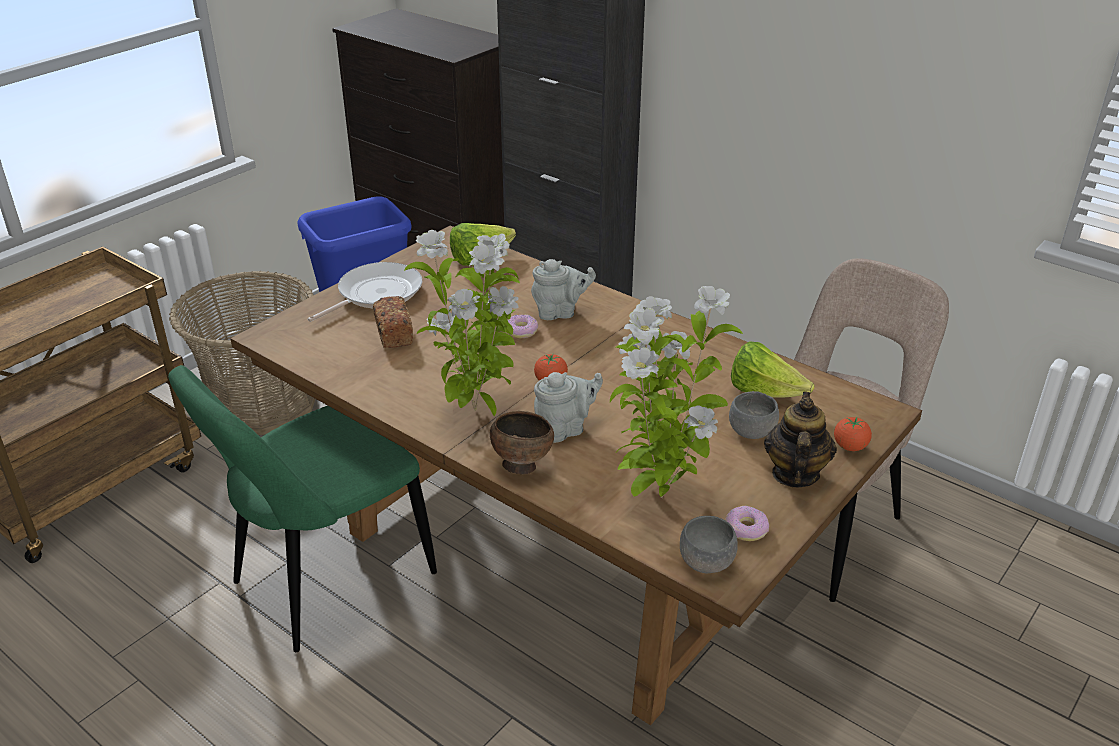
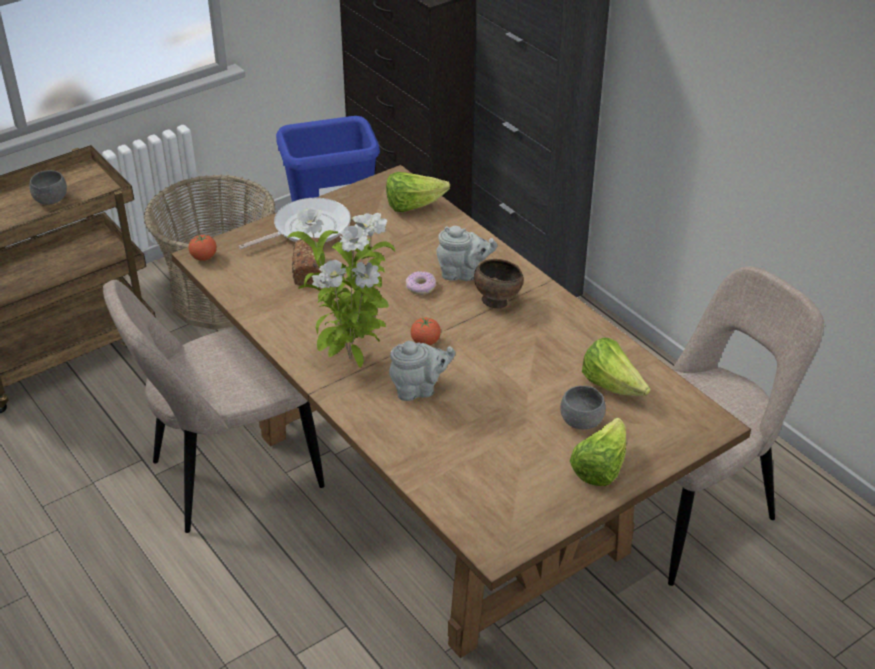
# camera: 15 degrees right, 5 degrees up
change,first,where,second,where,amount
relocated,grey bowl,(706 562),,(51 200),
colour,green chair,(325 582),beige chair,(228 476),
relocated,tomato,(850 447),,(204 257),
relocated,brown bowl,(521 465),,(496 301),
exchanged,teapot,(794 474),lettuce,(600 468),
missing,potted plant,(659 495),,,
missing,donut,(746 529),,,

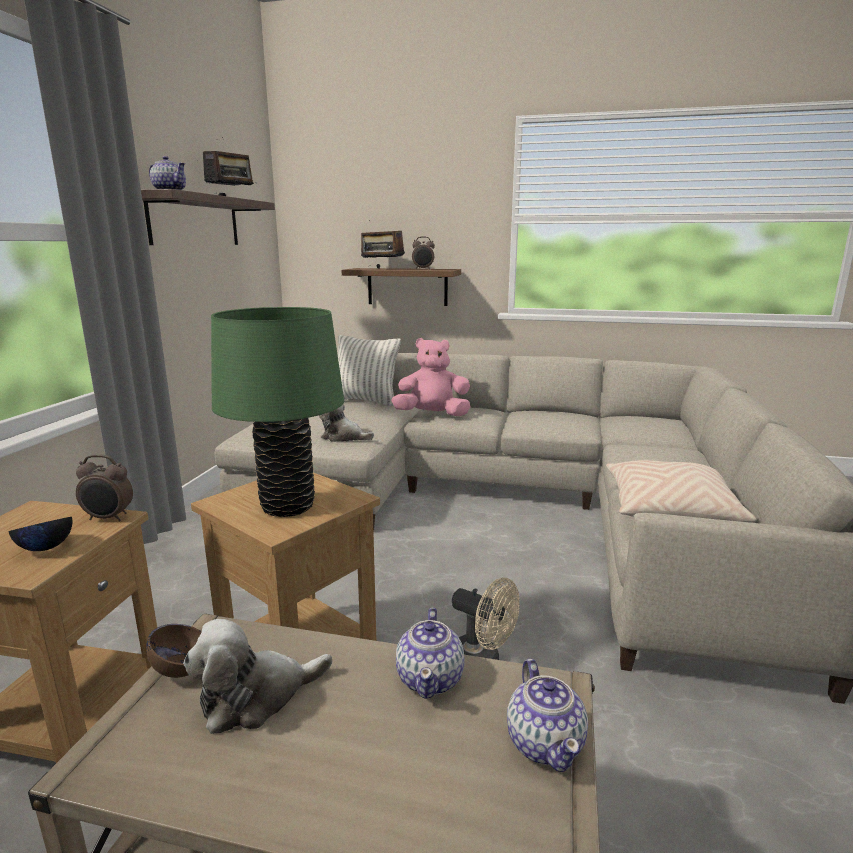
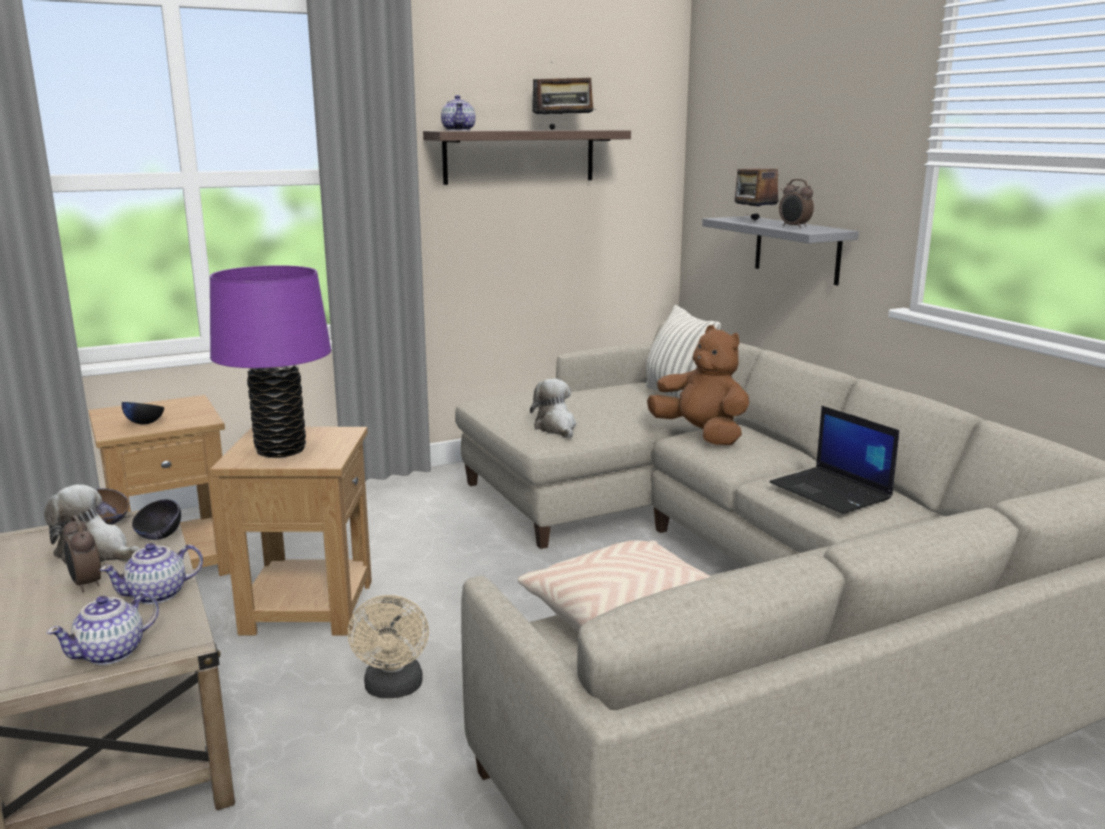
# camera: 50 degrees right, 0 degrees up
change,first,where,second,where,amount
relocated,alarm clock,(108 518),,(85 584),
appeared,,,black bowl,(159 537),
colour,green table lamp,(288 506),purple table lamp,(281 450),
colour,pink plush toy,(432 415),brown plush toy,(701 435),
colour,brown shelf,(407 286),grey shelf,(797 249),
appeared,,,laptop,(832 491),

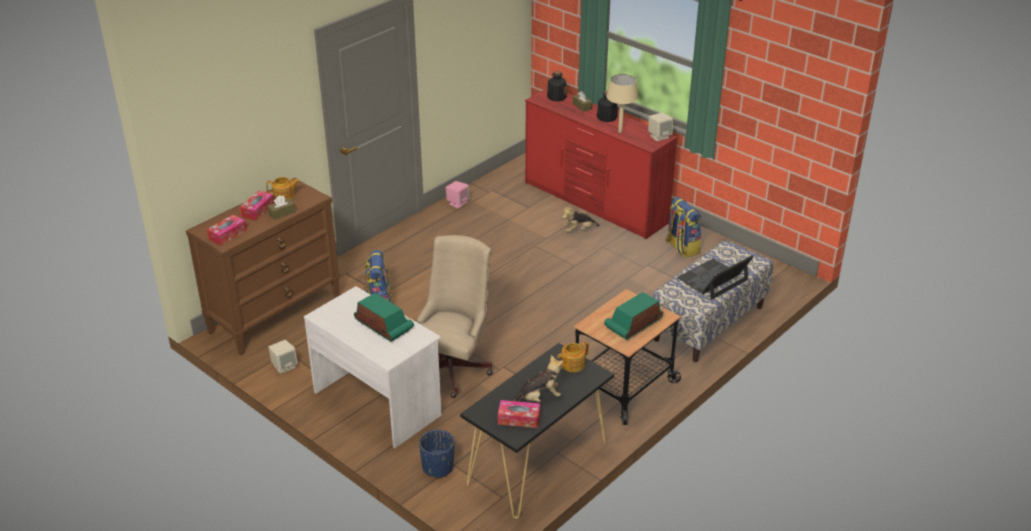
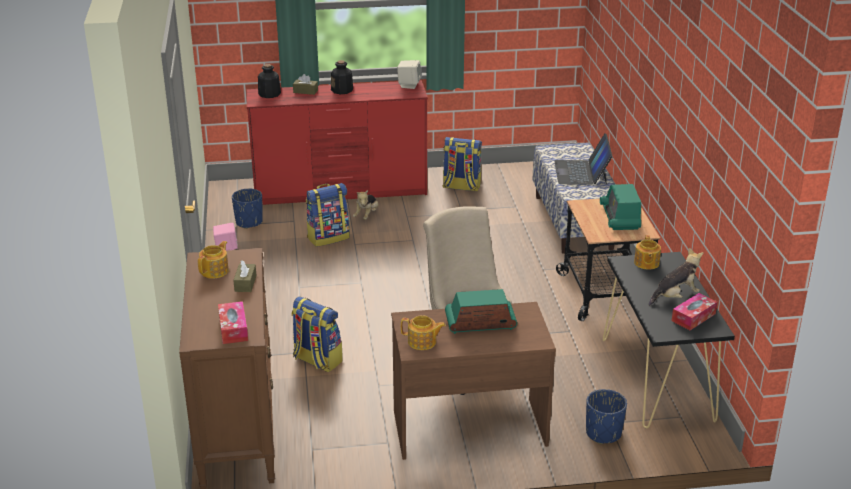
# camera: 50 degrees left, 5 degrees down
change,first,where,second,where,amount
appeared,,,blue planter,(249 222),
appeared,,,backpack,(328 237),
colour,white desk,(377 402),brown desk,(468 427),
appeared,,,teapot,(422 342),
spun,plush toy,(539 398),,(675 297),45 degrees clockwise
missing,tissue box,(257 210),,,
missing,beige speaker,(284 366),,,
missing,beige table lamp,(620 131),,,

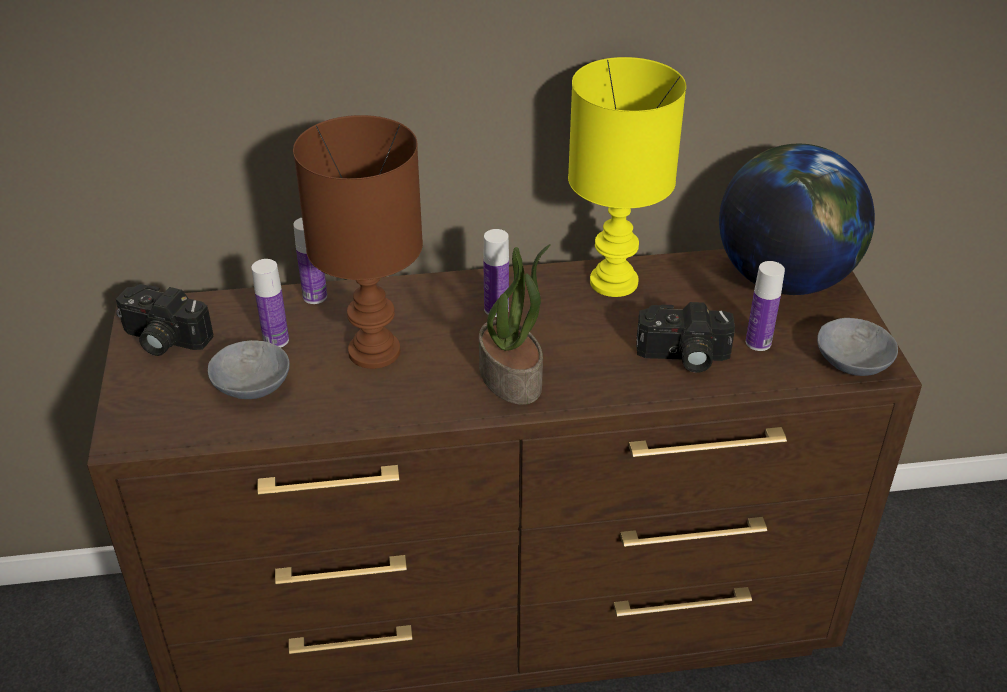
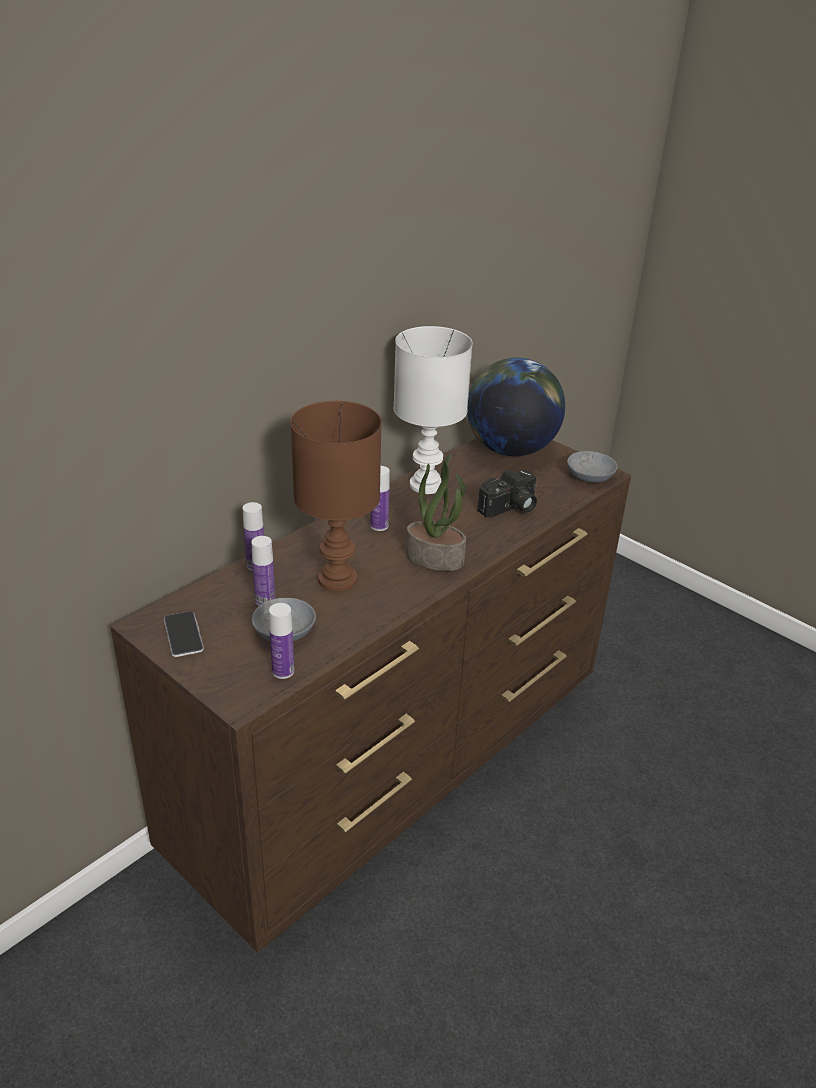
# camera: 40 degrees left, 5 degrees down
change,first,where,second,where,amount
exchanged,photo camera,(162 340),phone,(183 635),
relocated,bottle,(758 342),,(283 671),
colour,yellow table lamp,(616 282),white table lamp,(427 485),

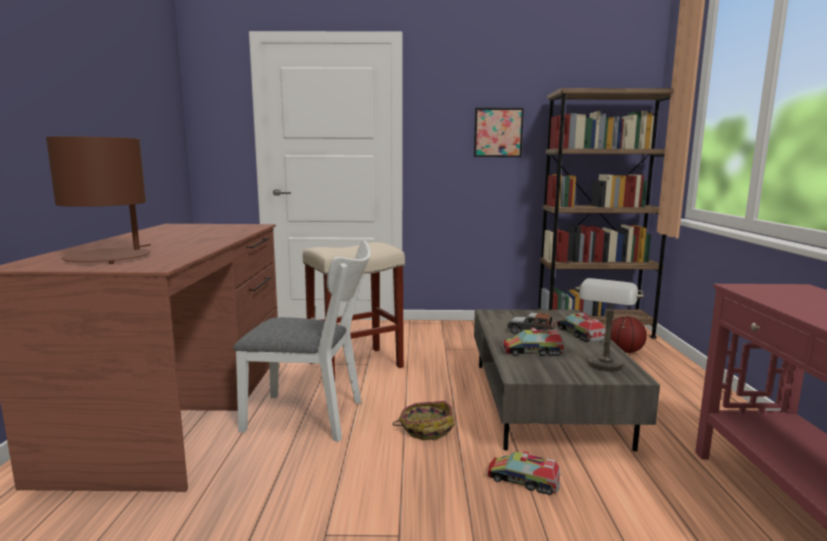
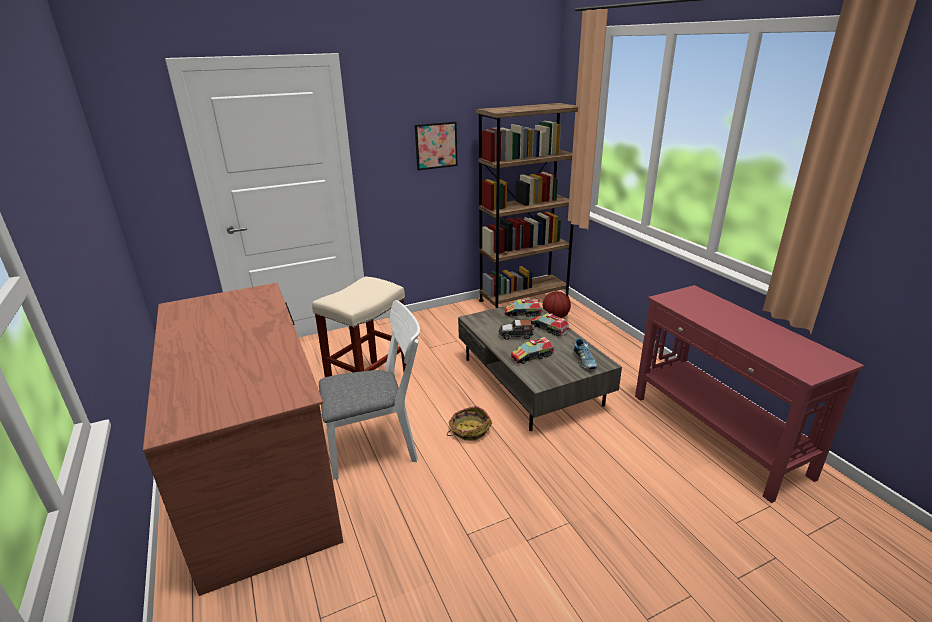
# camera: 25 degrees left, 15 degrees up
change,first,where,second,where,amount
relocated,toy truck,(523 481),,(522 313),
exchanged,grey table lamp,(604 369),shoe,(584 361),
missing,brown table lamp,(109 257),,,

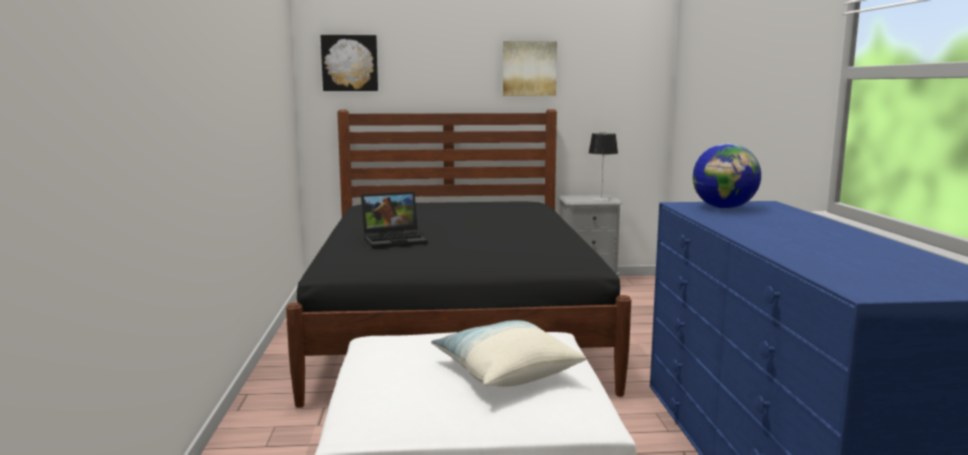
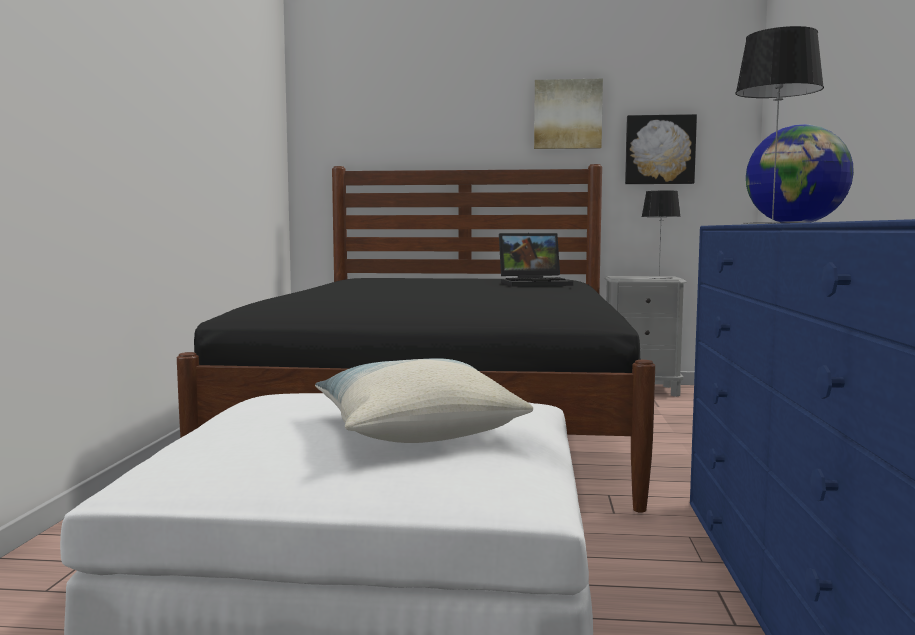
# camera: 10 degrees right, 5 degrees down
change,first,where,second,where,amount
relocated,laptop,(395 240),,(536 283),
relocated,picture,(350 63),,(659 150),
appeared,,,table lamp,(772 223),

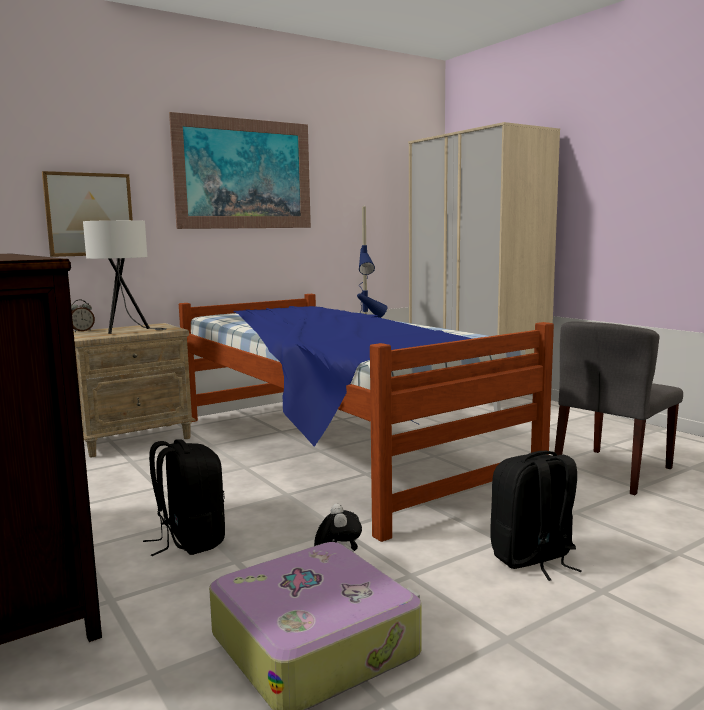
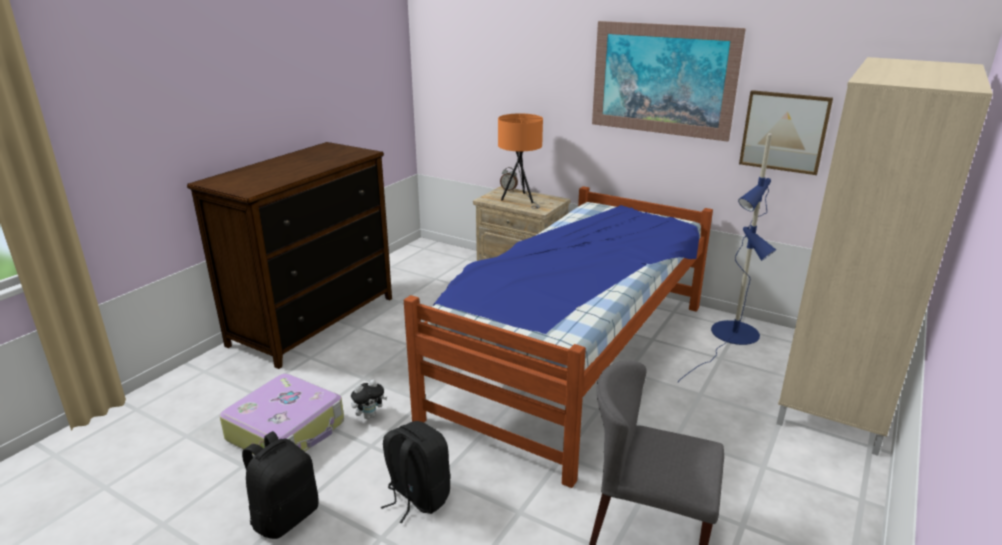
# camera: 65 degrees right, 15 degrees up
change,first,where,second,where,amount
relocated,black backpack,(190 541),,(285 516),
colour,white table lamp,(126 331),orange table lamp,(520 200),
relocated,picture,(89 214),,(784 131),

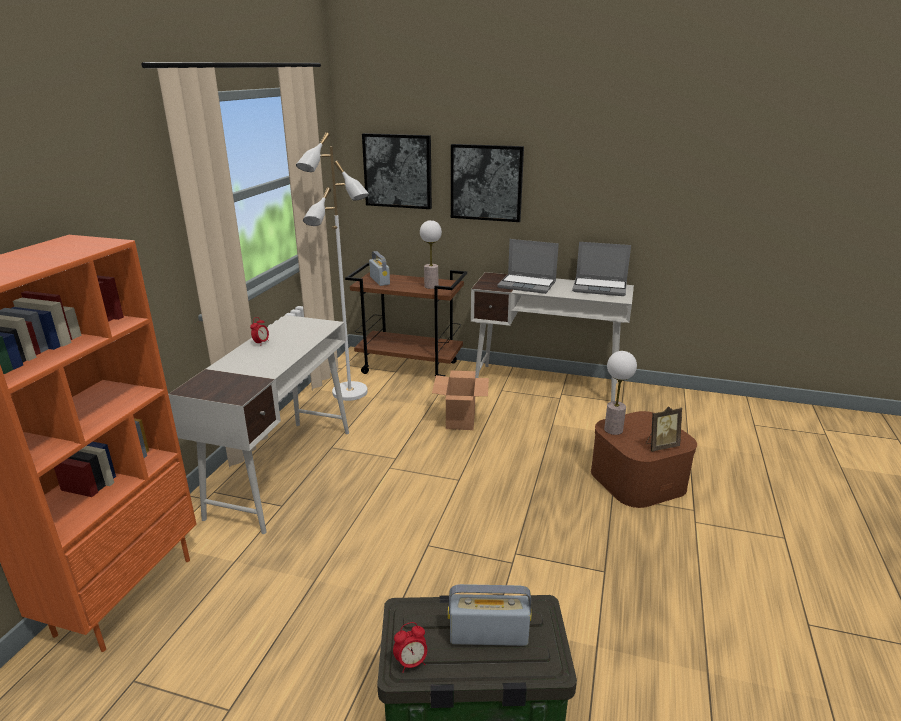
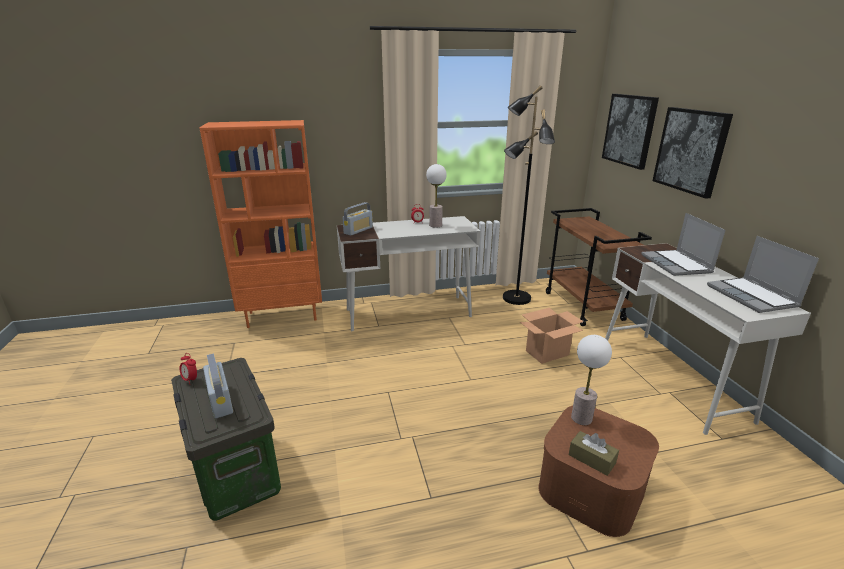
# camera: 60 degrees right, 0 degrees up
change,first,where,second,where,amount
relocated,radio,(379 280),,(358 230),
relocated,table lamp,(431 286),,(435 225),
colour,white floor lamp,(350 393),black floor lamp,(515 298),
exchanged,picture frame,(660 446),brown tissue box,(591 459),

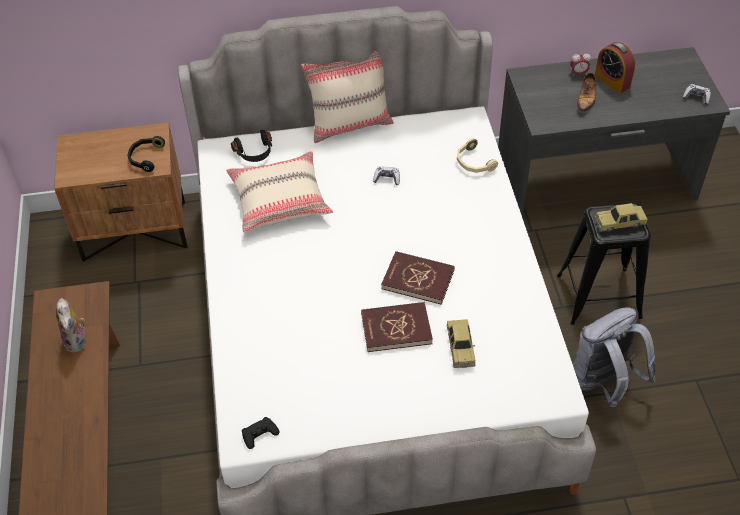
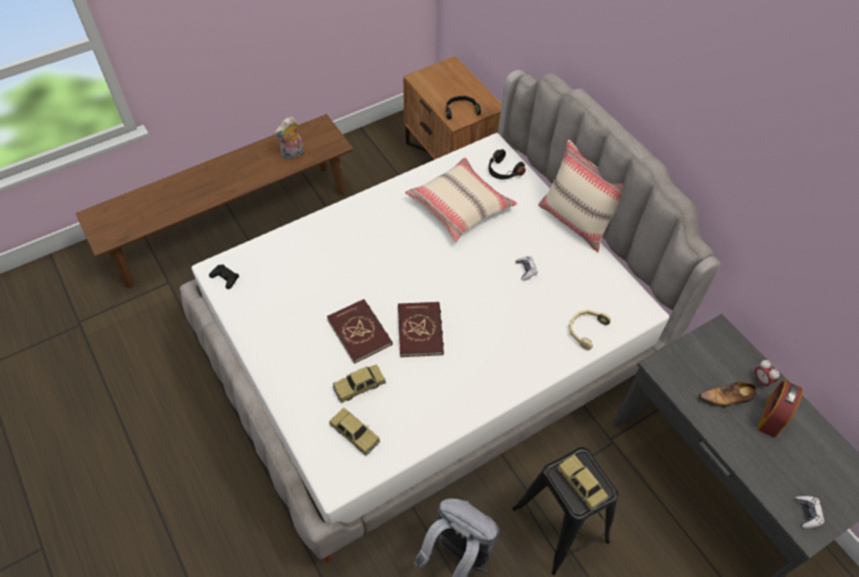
# camera: 65 degrees right, 5 degrees up
change,first,where,second,where,amount
appeared,,,toy car,(354 433),

